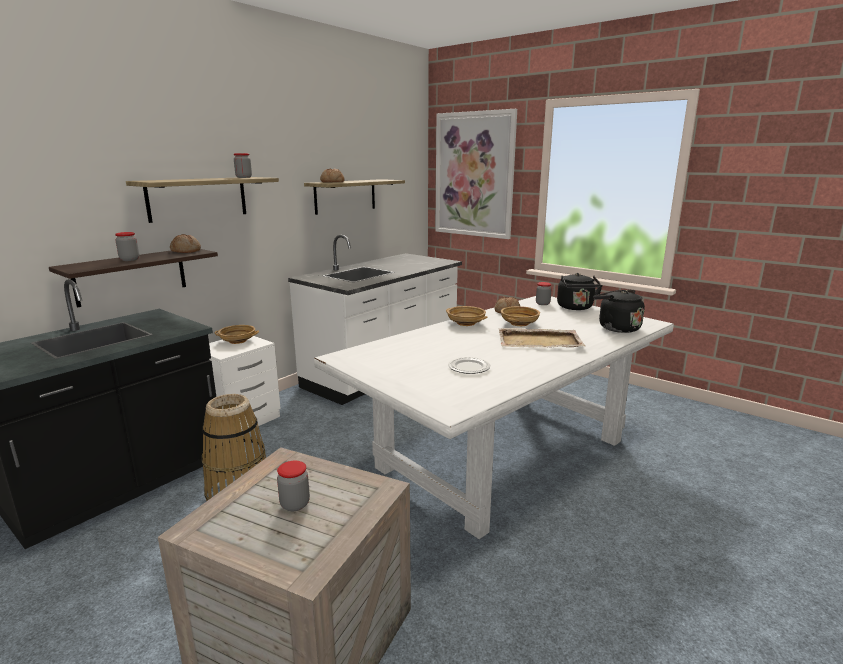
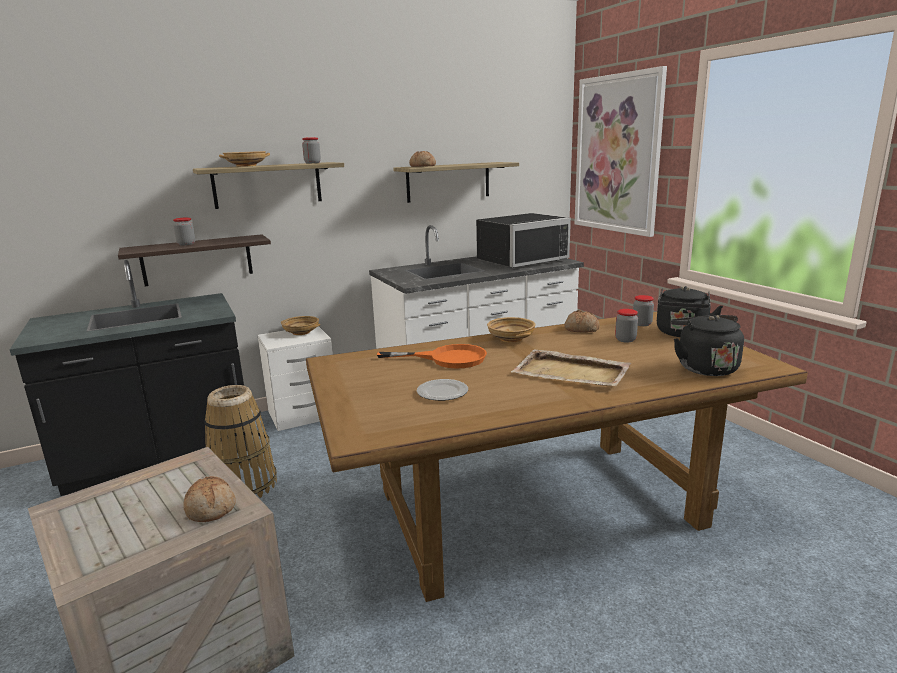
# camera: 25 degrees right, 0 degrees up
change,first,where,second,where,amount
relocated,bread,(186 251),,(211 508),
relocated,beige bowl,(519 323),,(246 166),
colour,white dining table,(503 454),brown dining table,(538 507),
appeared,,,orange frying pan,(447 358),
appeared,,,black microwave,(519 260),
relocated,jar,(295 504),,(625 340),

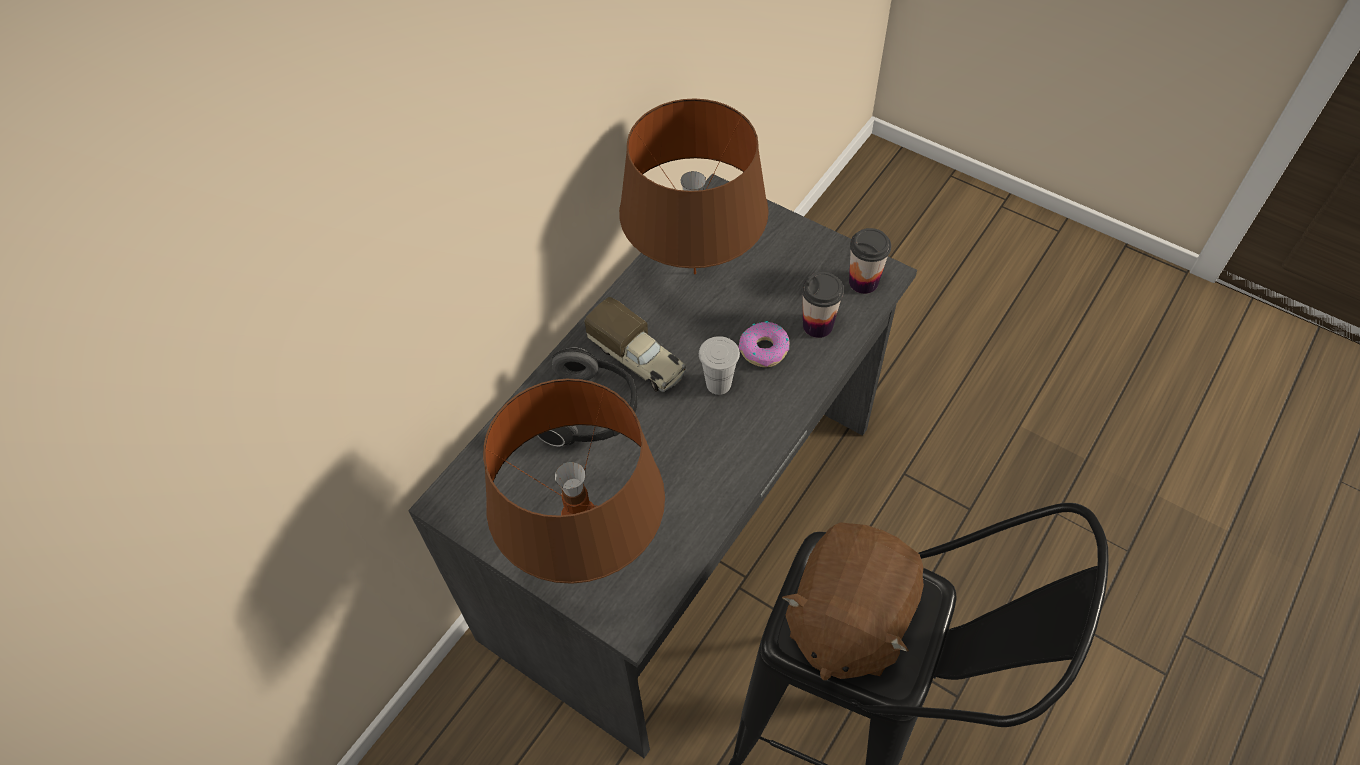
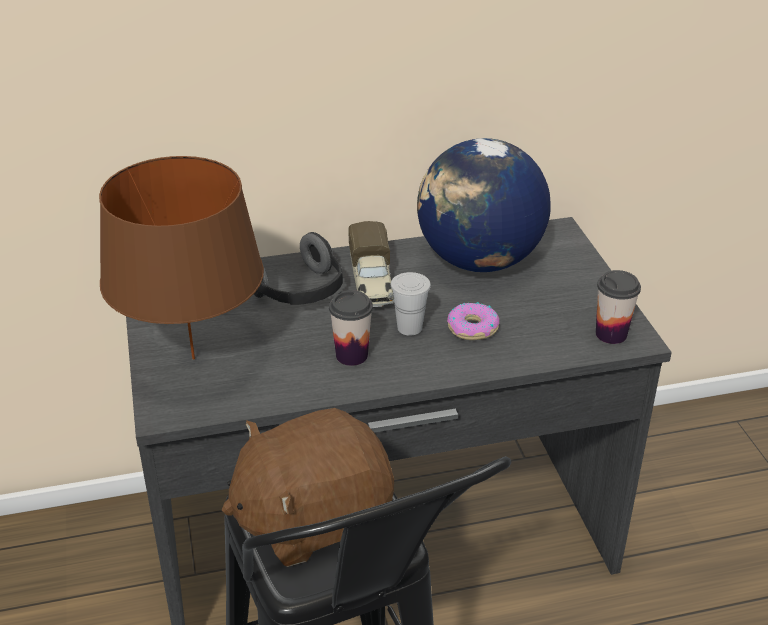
# camera: 40 degrees right, 20 degrees down
change,first,where,second,where,amount
relocated,cup,(817 325),,(351 355),
exchanged,brown table lamp,(694 273),globe,(479 261),

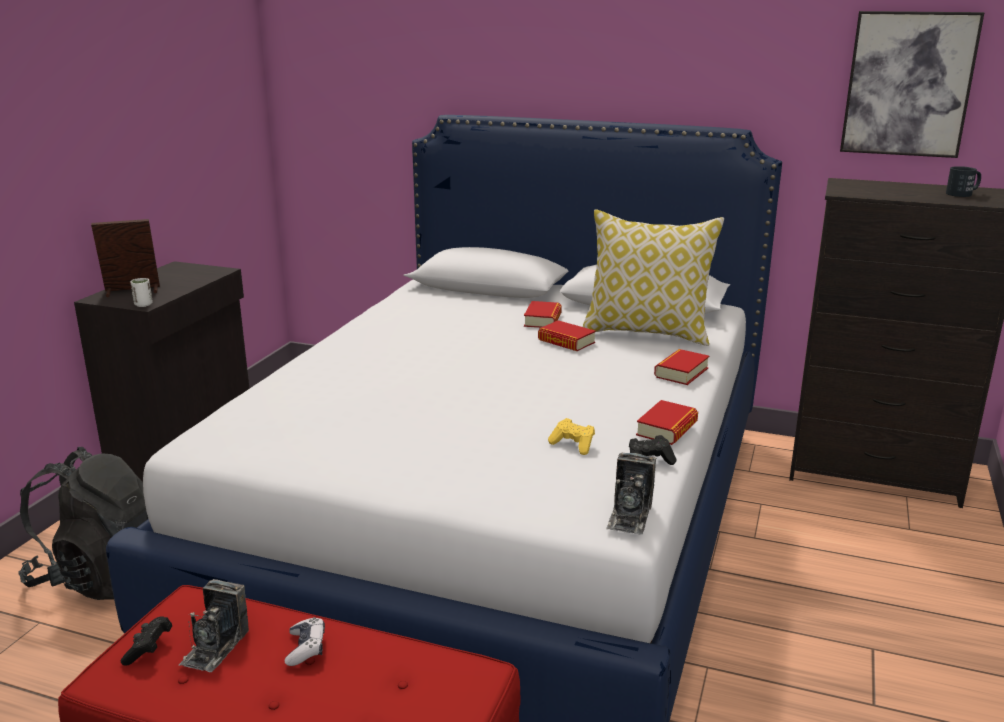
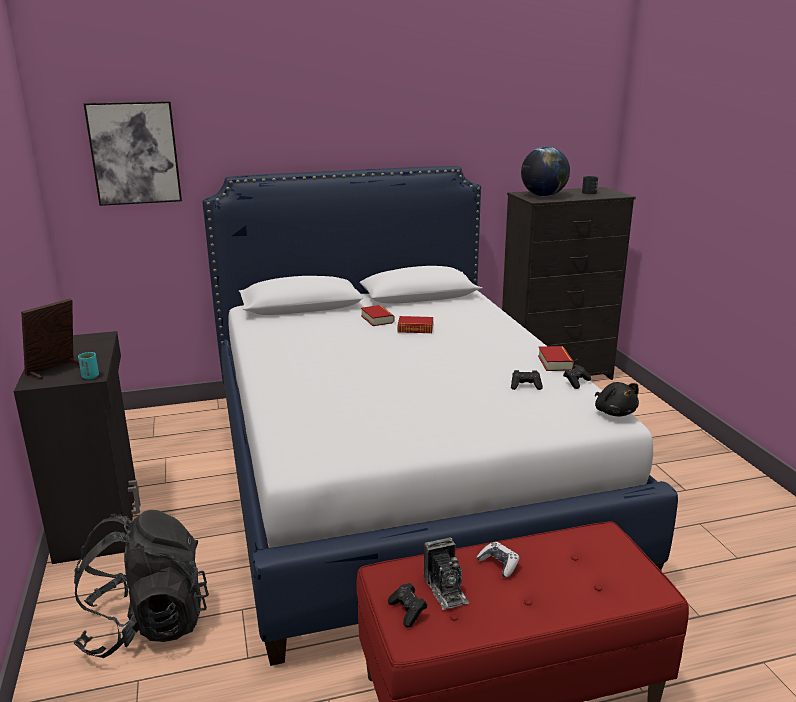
# camera: 35 degrees left, 0 degrees up
change,first,where,second,where,amount
colour,white cup,(143 304),turquoise cup,(90 377),
relocated,picture,(908 84),,(134 153),
colour,yellow game controller,(573 445),black game controller,(525 386),
appeared,,,globe,(543 196),
exchanged,photo camera,(629 515),black plush toy,(614 412),
missing,pillow,(647 332),,,
missing,book,(681 372),,,

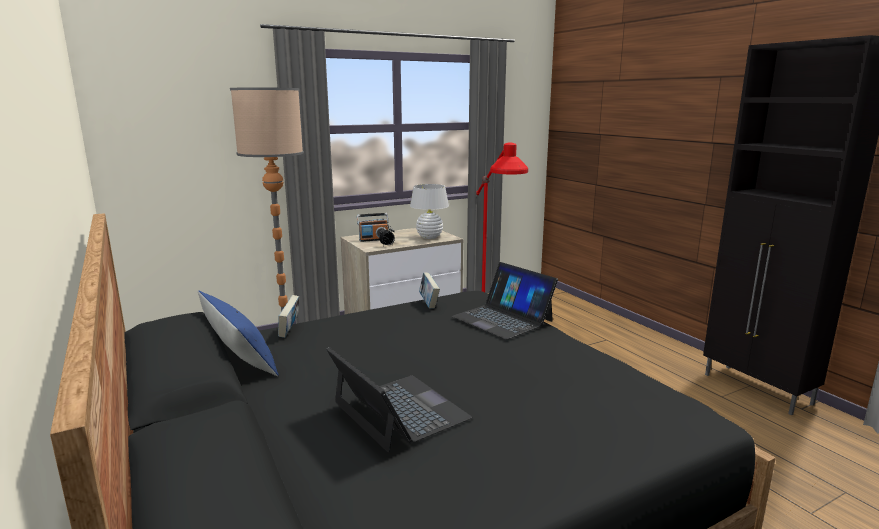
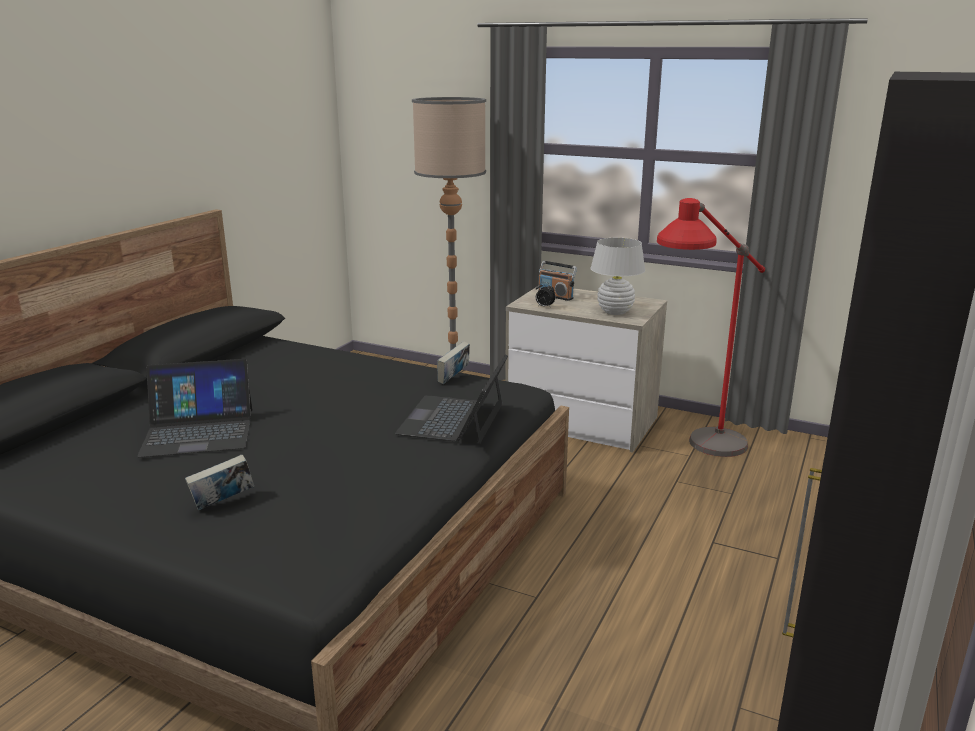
# camera: 55 degrees right, 5 degrees up
change,first,where,second,where,amount
spun,laptop,(399 411),,(198 432),60 degrees clockwise
relocated,book,(290 331),,(223 503),
missing,blue pillow,(239 357),,,

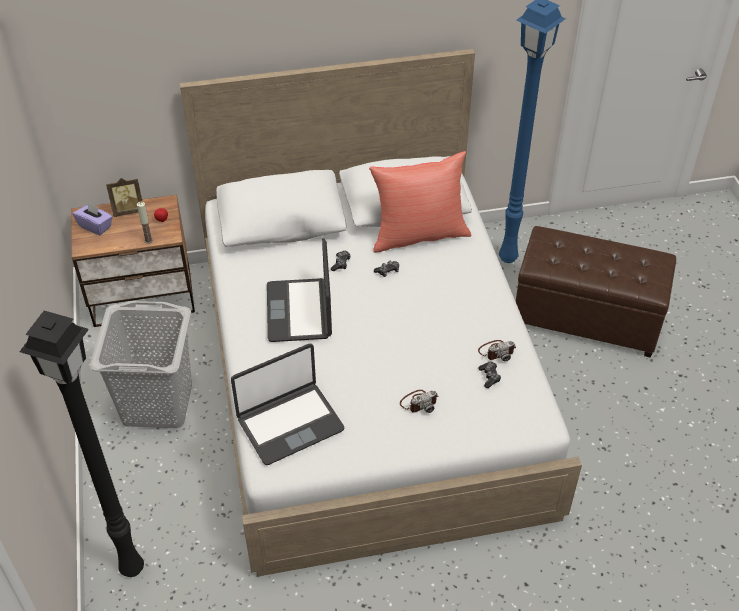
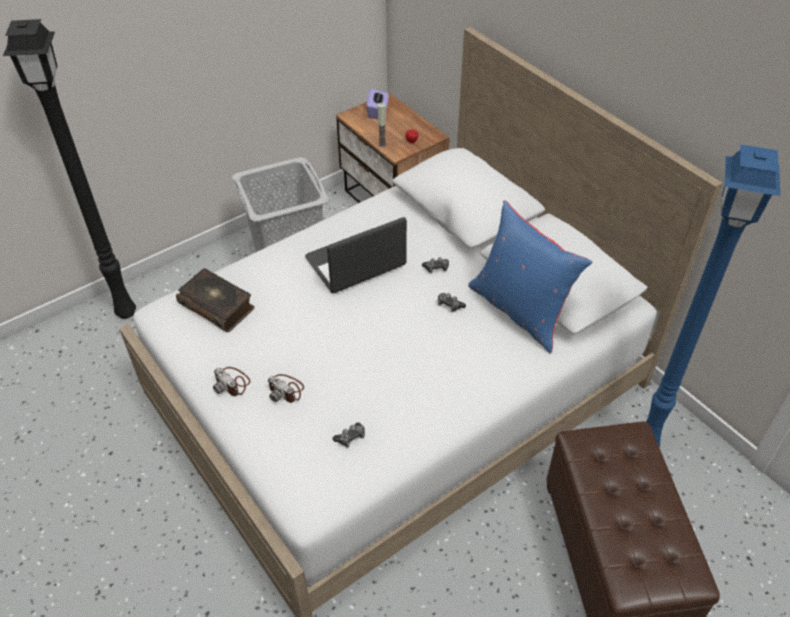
# camera: 65 degrees right, 0 degrees up
change,first,where,second,where,amount
exchanged,laptop,(289 423),book,(217 306),
relocated,photo camera,(496 351),,(232 383),
colour,red pillow,(418 234),blue pillow,(520 310),
missing,picture frame,(128 210),,,

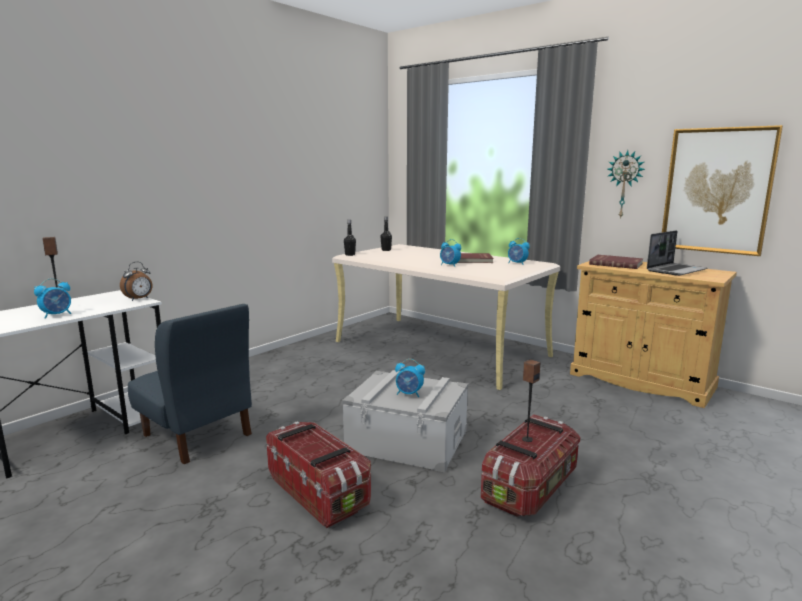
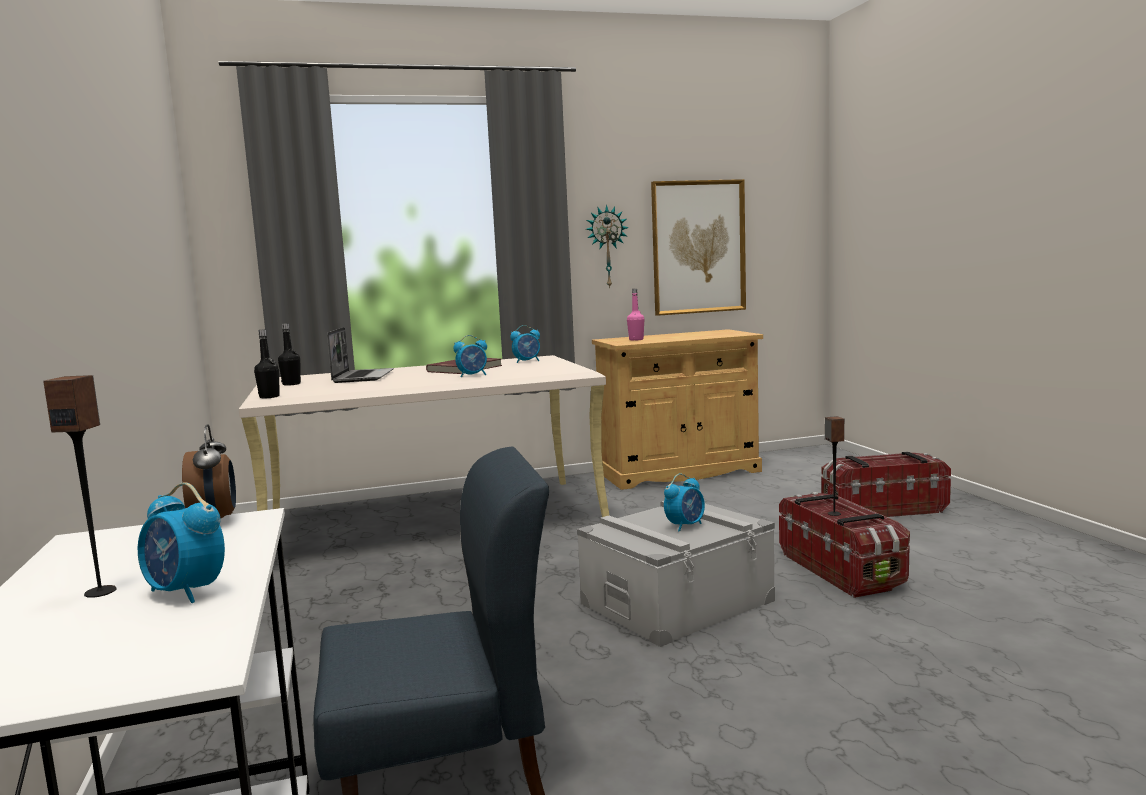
# camera: 55 degrees left, 5 degrees down
change,first,where,second,where,amount
spun,alarm clock,(57 315),,(186 592),135 degrees clockwise
relocated,laptop,(676 270),,(362 377),
exchanged,red book,(616 264),pink bottle,(636 339),
relocated,storage box,(319 491),,(882 509),

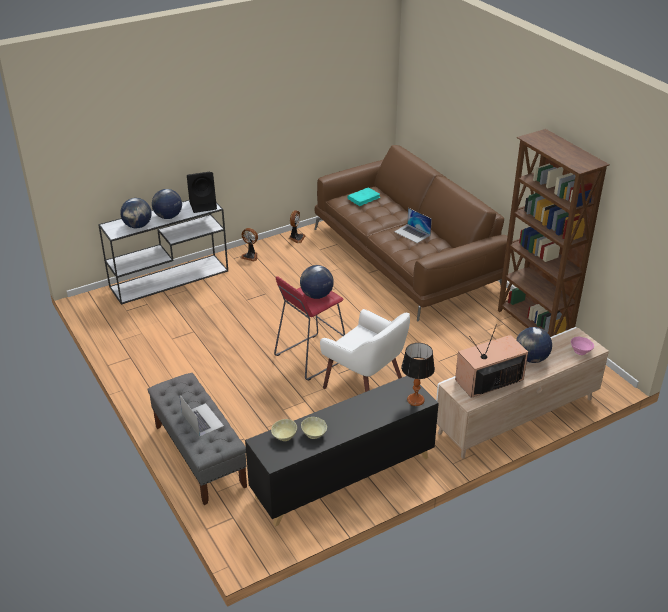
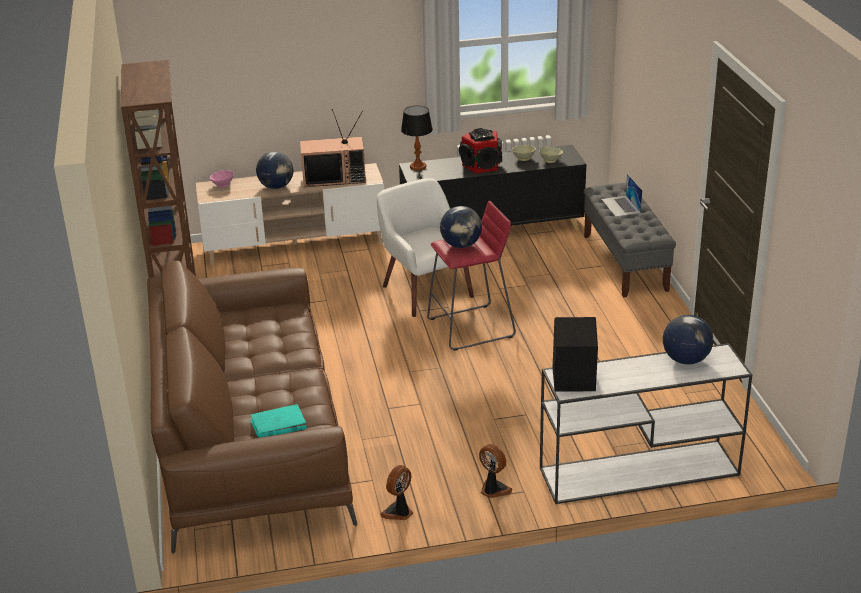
# camera: 160 degrees left, 5 degrees down
change,first,where,second,where,amount
appeared,,,speaker,(481 165),
missing,globe,(168 216),,,
missing,laptop,(412 233),,,

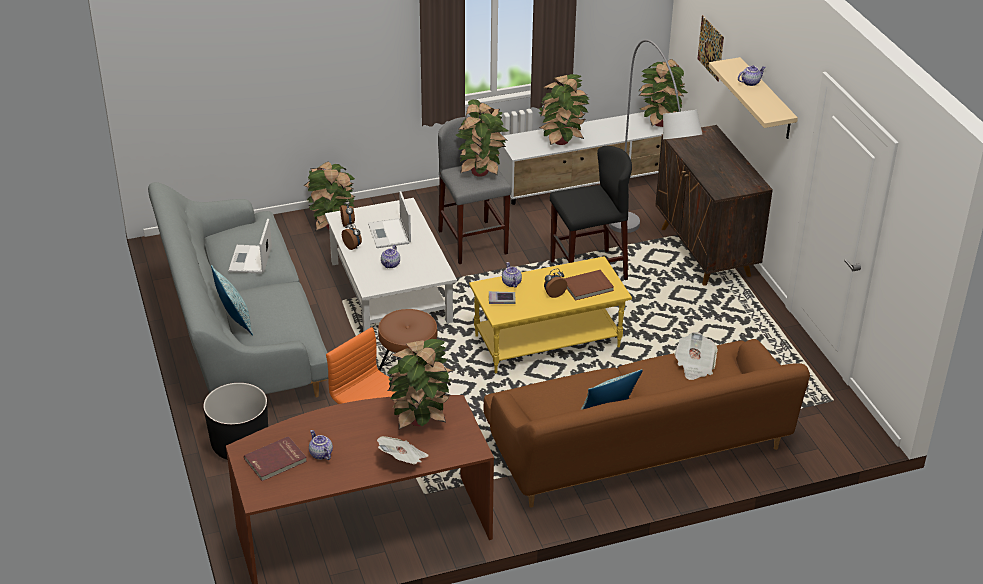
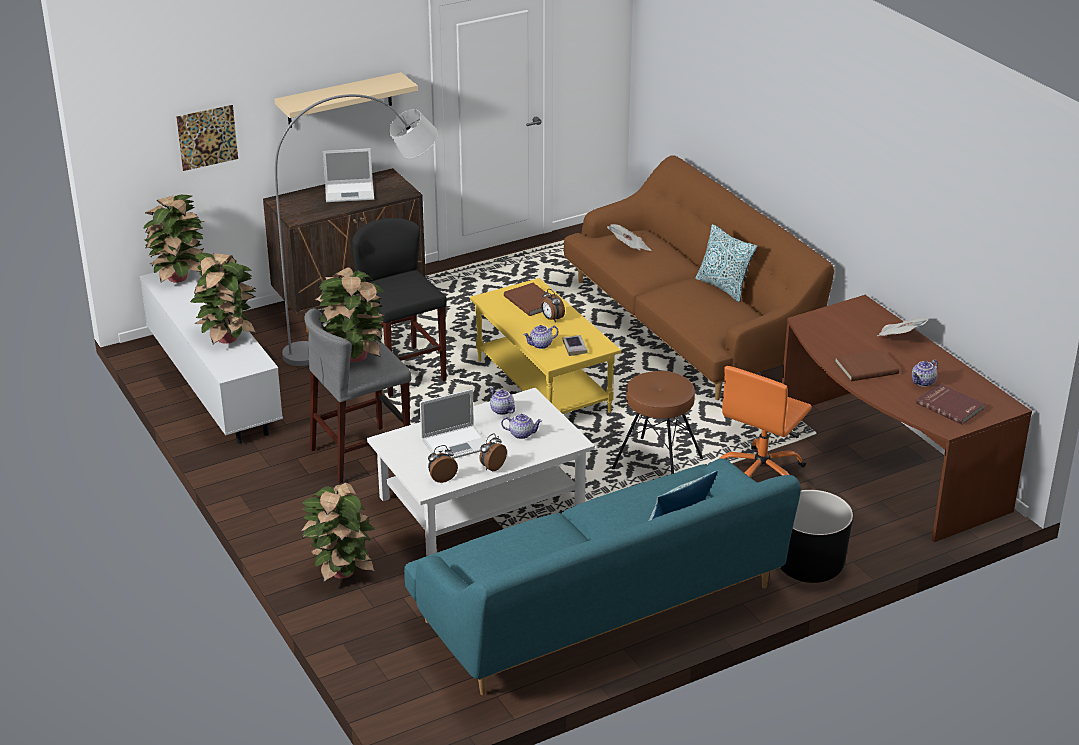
# camera: 100 degrees left, 5 degrees down
change,first,where,second,where,amount
relocated,laptop,(250 260),,(350 192),
colour,grey sofa,(242 330),turquoise sofa,(600 607),
relocated,teapot,(750 82),,(501 410),
appeared,,,brown book,(866 367),
missing,potted plant,(421 420),,,

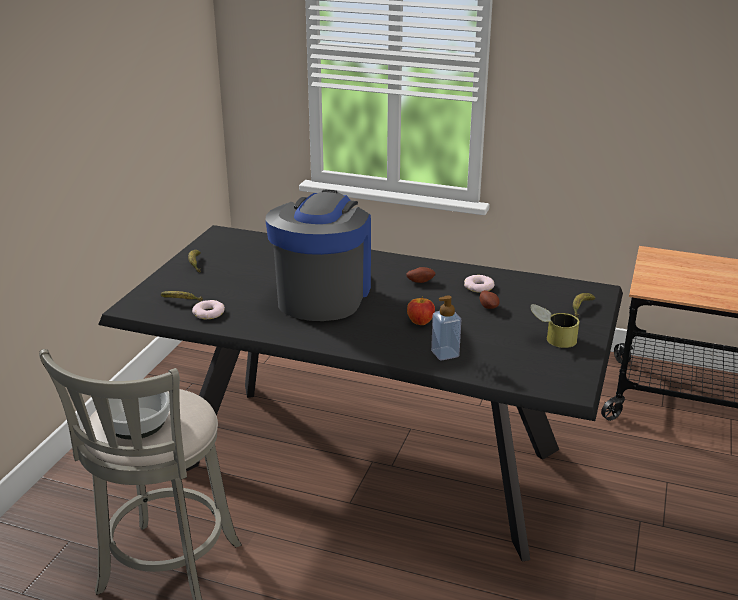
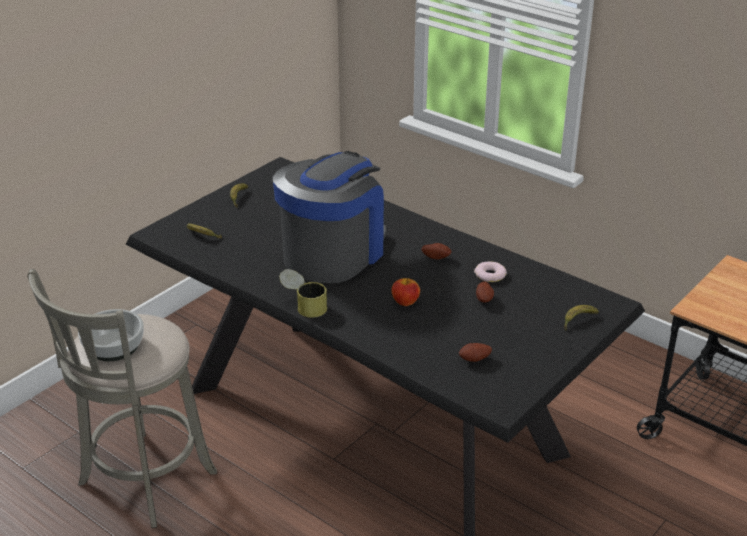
# camera: 20 degrees right, 5 degrees up
change,first,where,second,where,amount
relocated,can,(552 339),,(304 306),
appeared,,,potato,(475 360),
missing,donut,(209 313),,,
missing,soap dispenser,(445 354),,,

